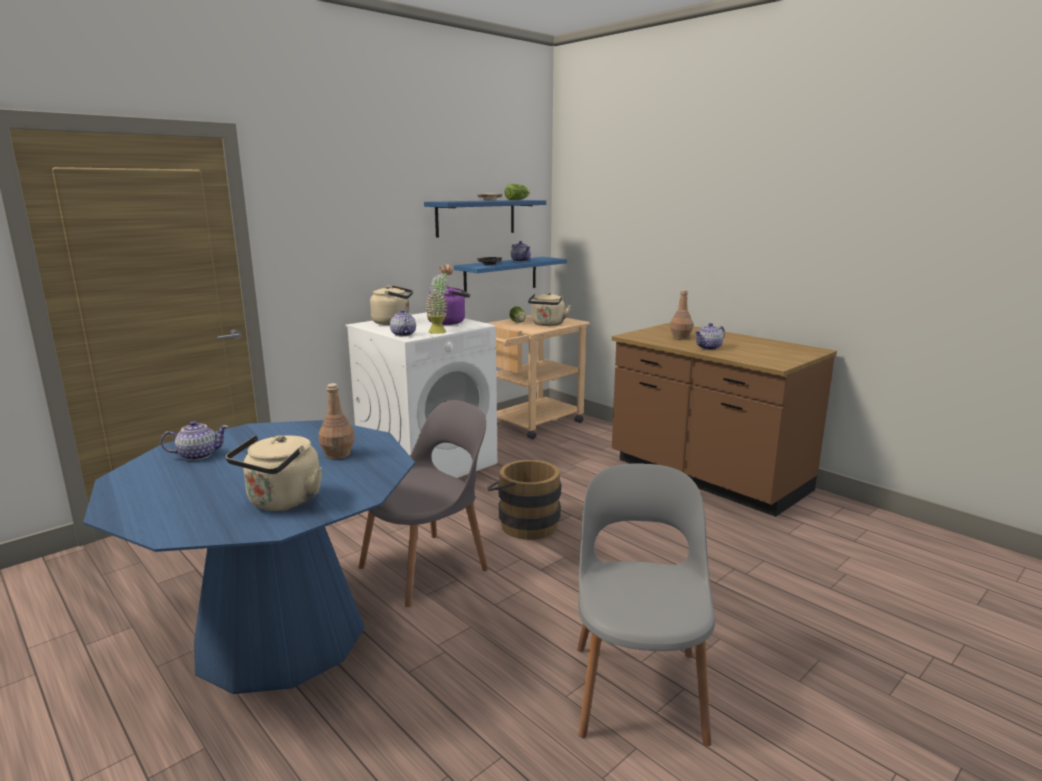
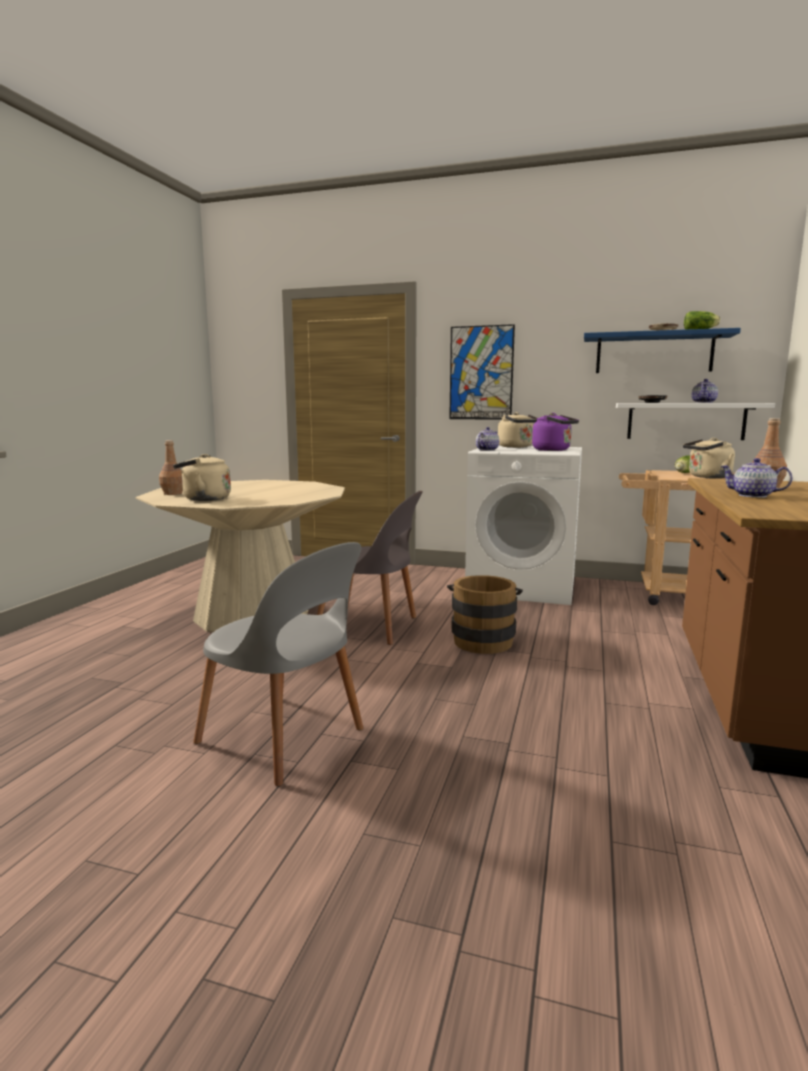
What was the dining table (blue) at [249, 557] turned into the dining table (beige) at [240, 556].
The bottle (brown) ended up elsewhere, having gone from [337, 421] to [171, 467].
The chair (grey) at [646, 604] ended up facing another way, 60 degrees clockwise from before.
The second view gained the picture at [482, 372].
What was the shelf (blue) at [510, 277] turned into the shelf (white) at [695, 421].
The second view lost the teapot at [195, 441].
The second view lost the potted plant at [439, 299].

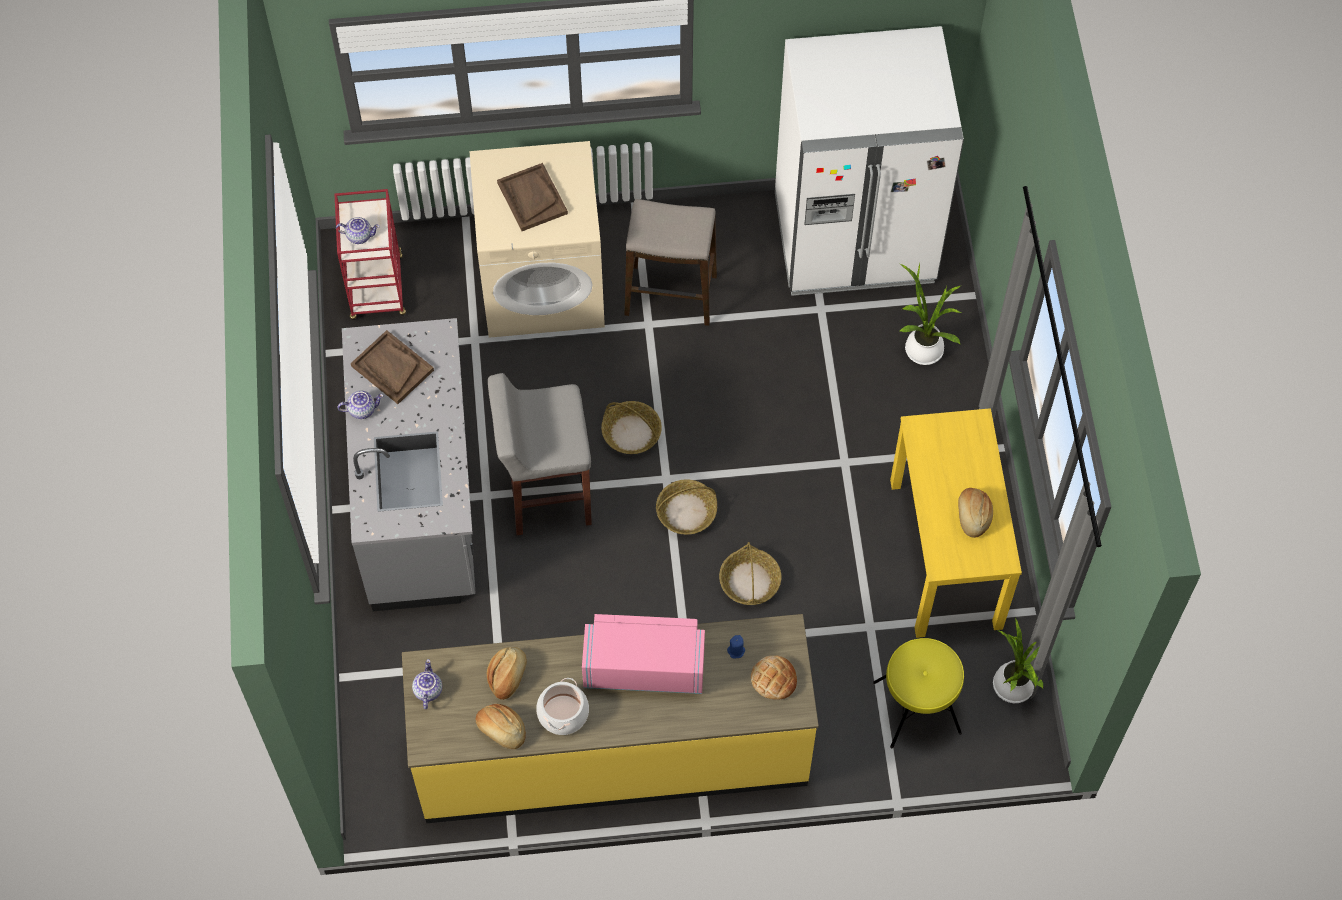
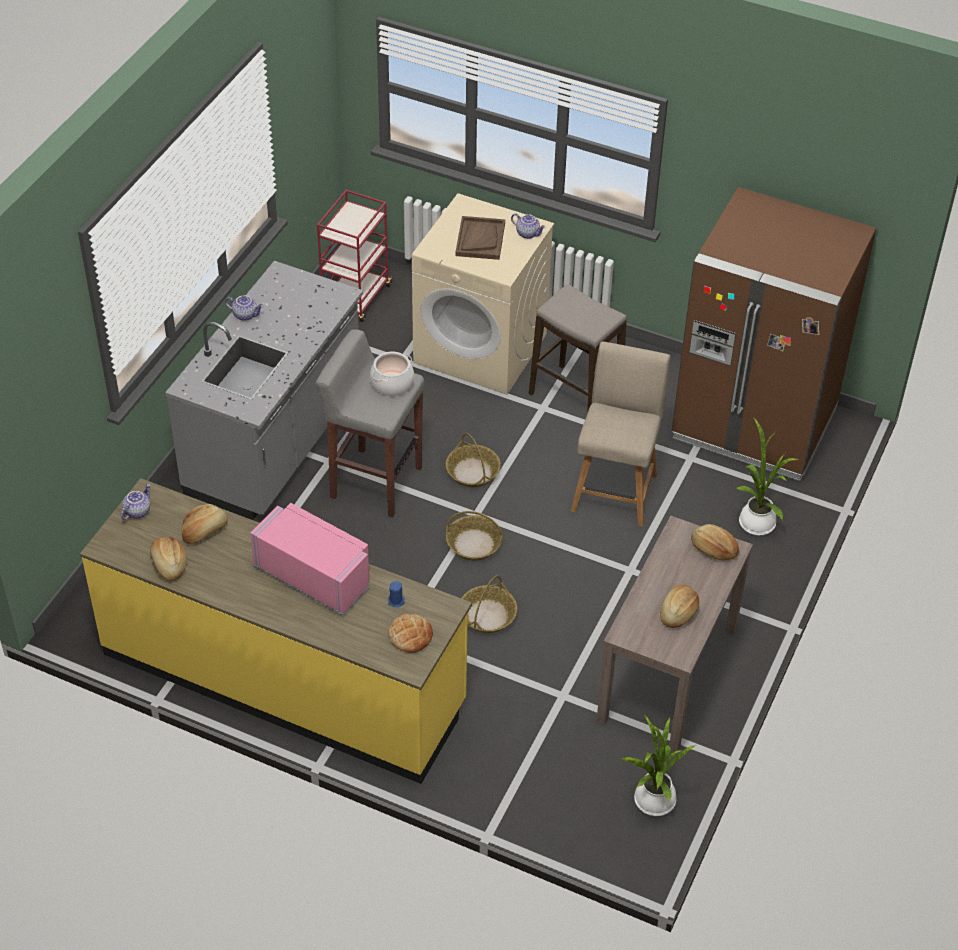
The cooking pot ended up elsewhere, having gone from [562, 706] to [392, 374].
The teapot ended up elsewhere, having gone from [358, 230] to [528, 226].
The second view gained the chair (beige) at [621, 434].
What was the console table (yellow) at [956, 523] turned into the console table (brown) at [674, 635].
What was the fridge (white) at [869, 161] turned into the fridge (brown) at [773, 334].
The second view gained the bread at [715, 542].
The second view lost the tray (brown) at [392, 367].
The second view lost the stool (yellow) at [918, 693].

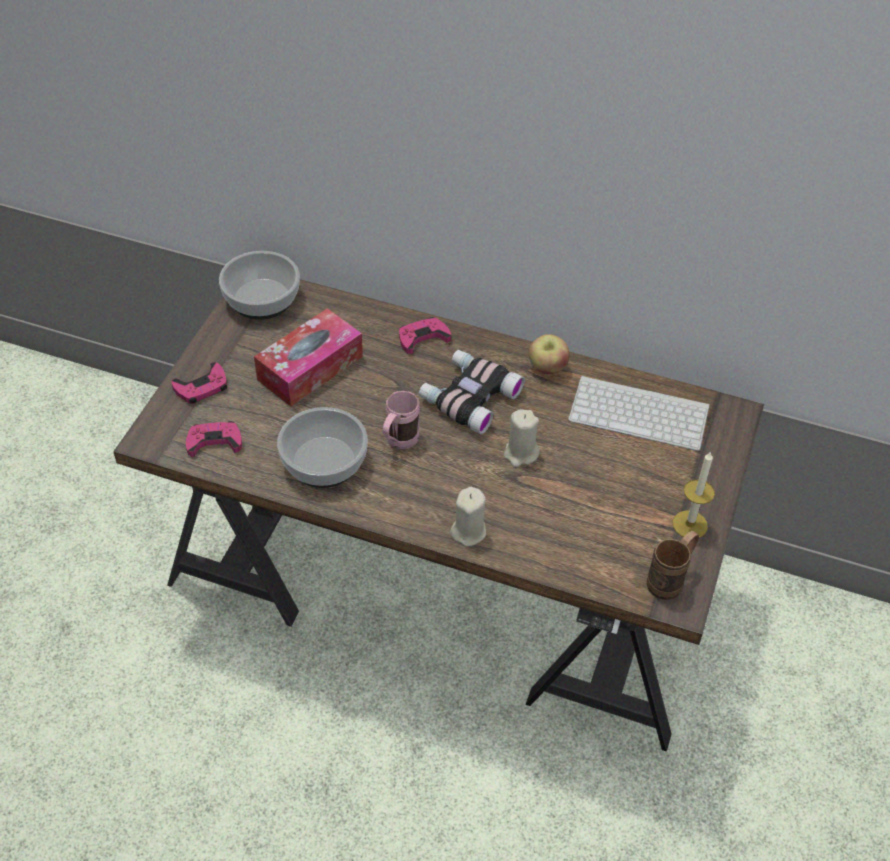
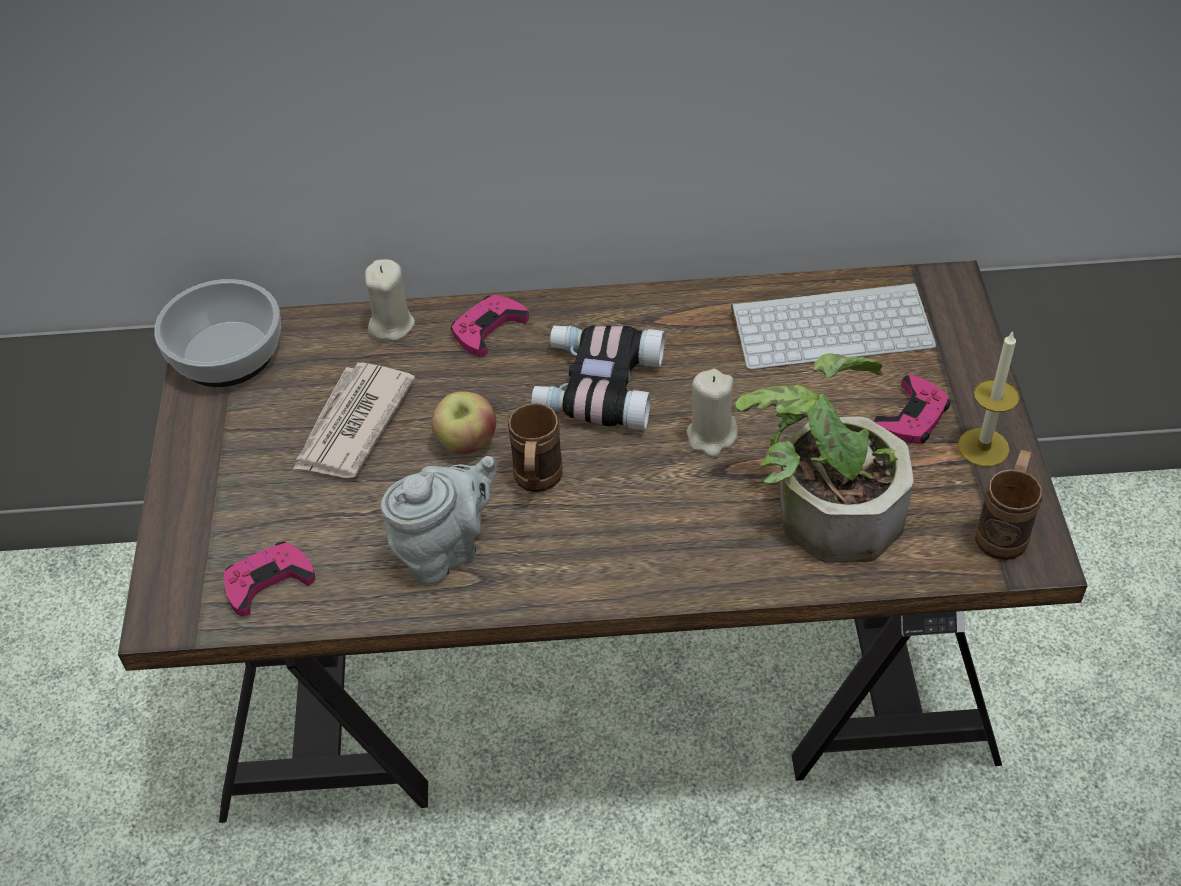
Where the tissue box stood at [308, 357], the newspaper came to stand at [354, 420].
The candle (beige) ended up elsewhere, having gone from [468, 517] to [390, 300].
Where the bowl stood at [322, 447], the teapot (grey) came to stand at [438, 520].
The apple ended up elsewhere, having gone from [549, 354] to [463, 422].
What was the mug (pink) at [401, 420] turned into the mug (brown) at [535, 447].
The second view gained the potted plant at [824, 458].
The game controller (pink) ended up elsewhere, having gone from [199, 383] to [912, 409].

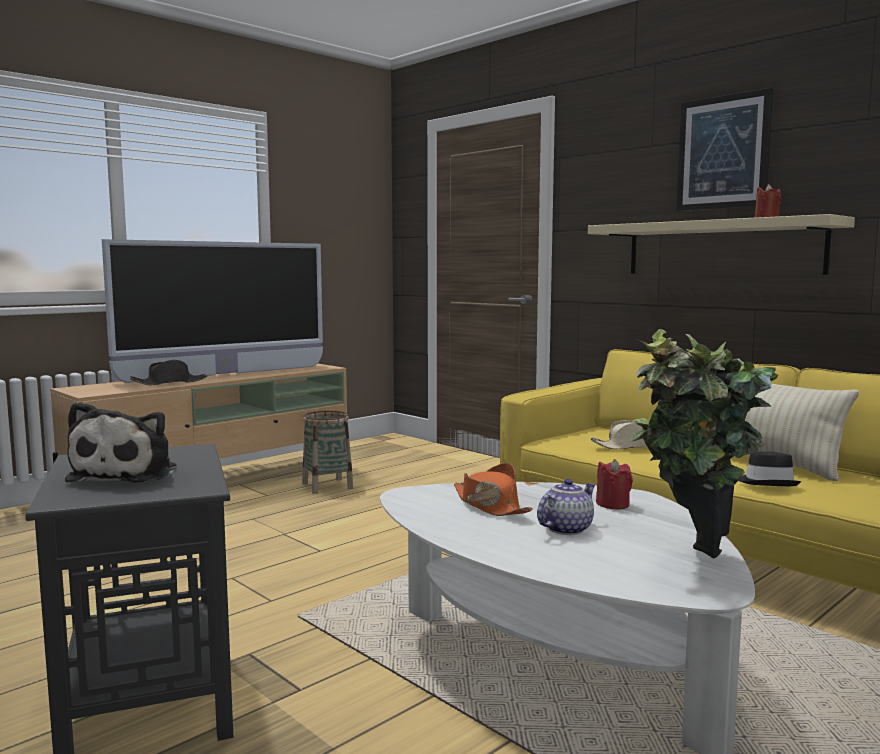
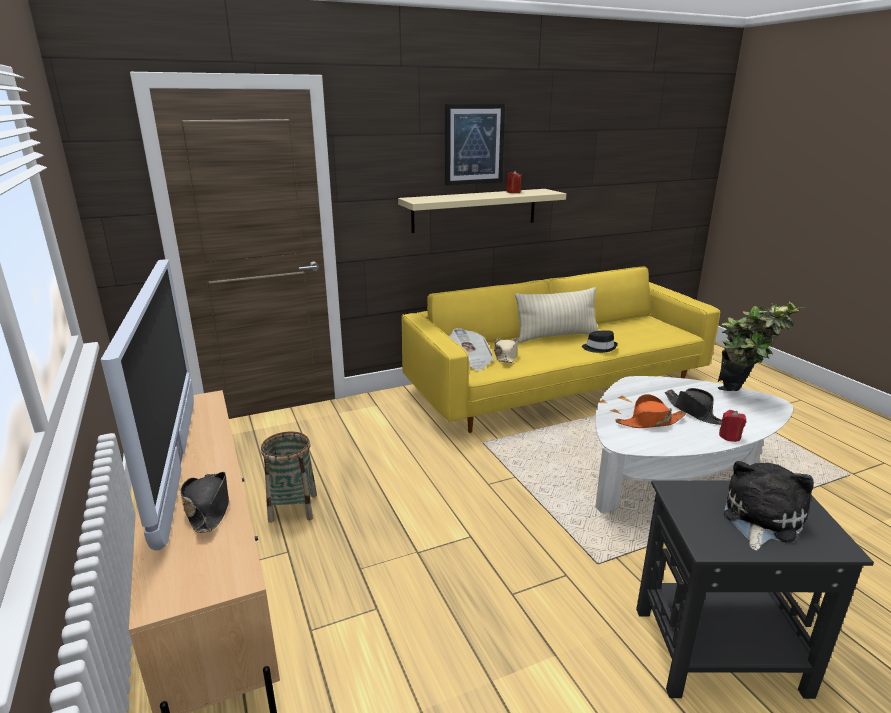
The second view gained the newspaper at [472, 349].
Where the teapot stood at [566, 507], the hat (black) came to stand at [693, 406].
The candle (red) ended up elsewhere, having gone from [614, 484] to [732, 426].
The plush toy at [121, 442] ended up facing another way, 75 degrees counterclockwise from before.

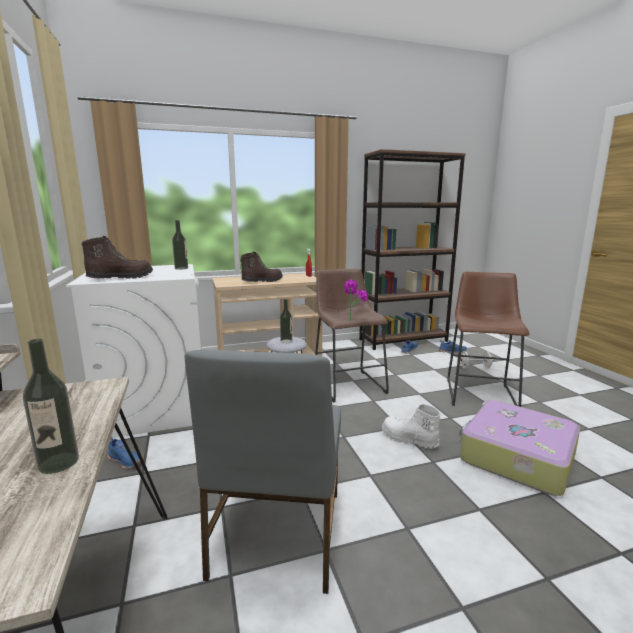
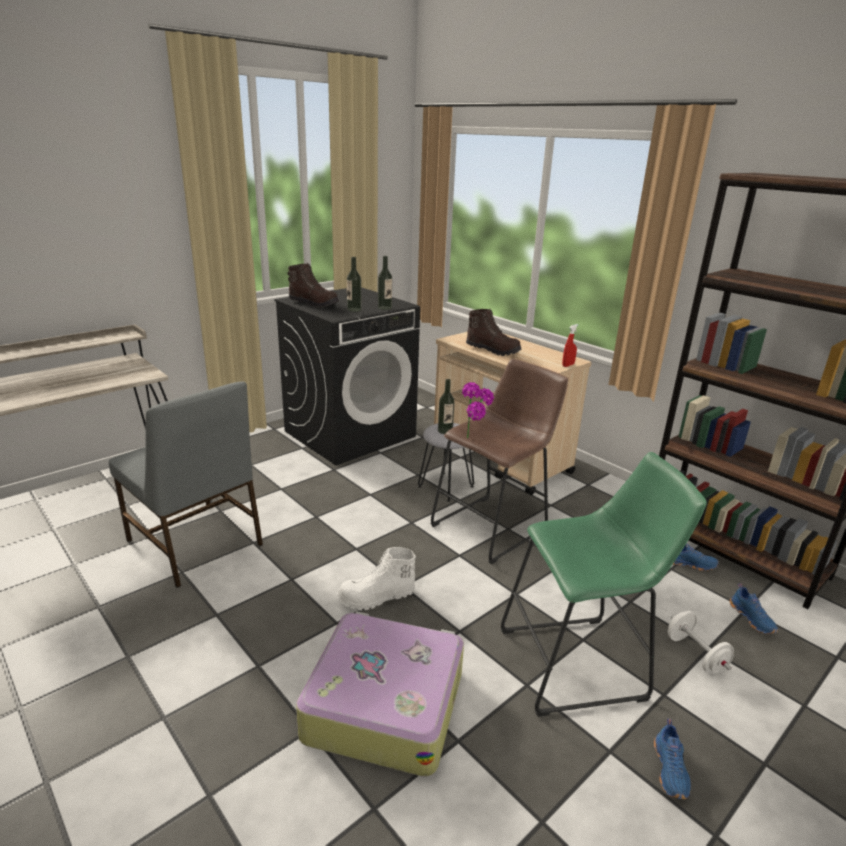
The chair (grey) at [263, 472] ended up facing another way, 120 degrees counterclockwise from before.
What was the washing machine (white) at [133, 351] turned into the washing machine (black) at [347, 376].
The boot (white) at [411, 426] ended up facing another way, 120 degrees counterclockwise from before.
The bottle ended up elsewhere, having gone from [51, 406] to [354, 284].
What was the stool (brown) at [488, 339] turned into the stool (green) at [604, 584].
The shoe (blue) ended up elsewhere, having gone from [124, 453] to [672, 759].

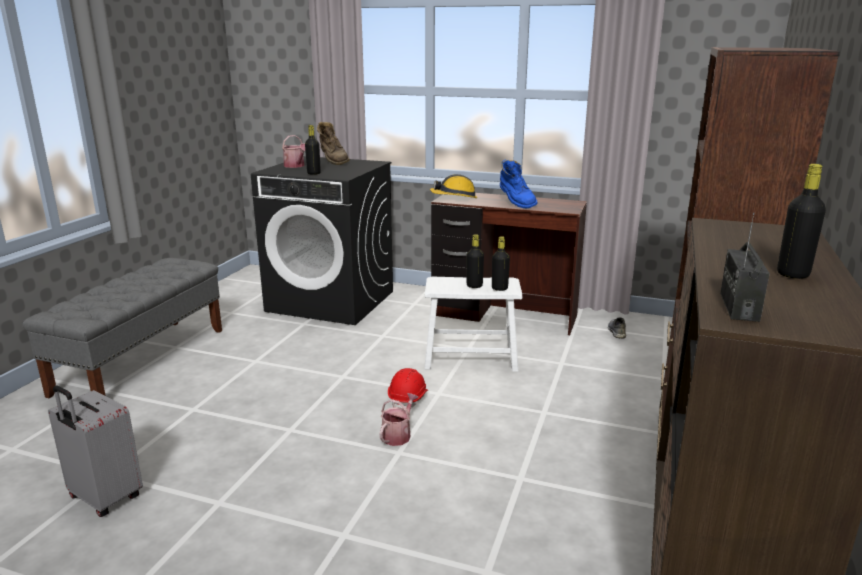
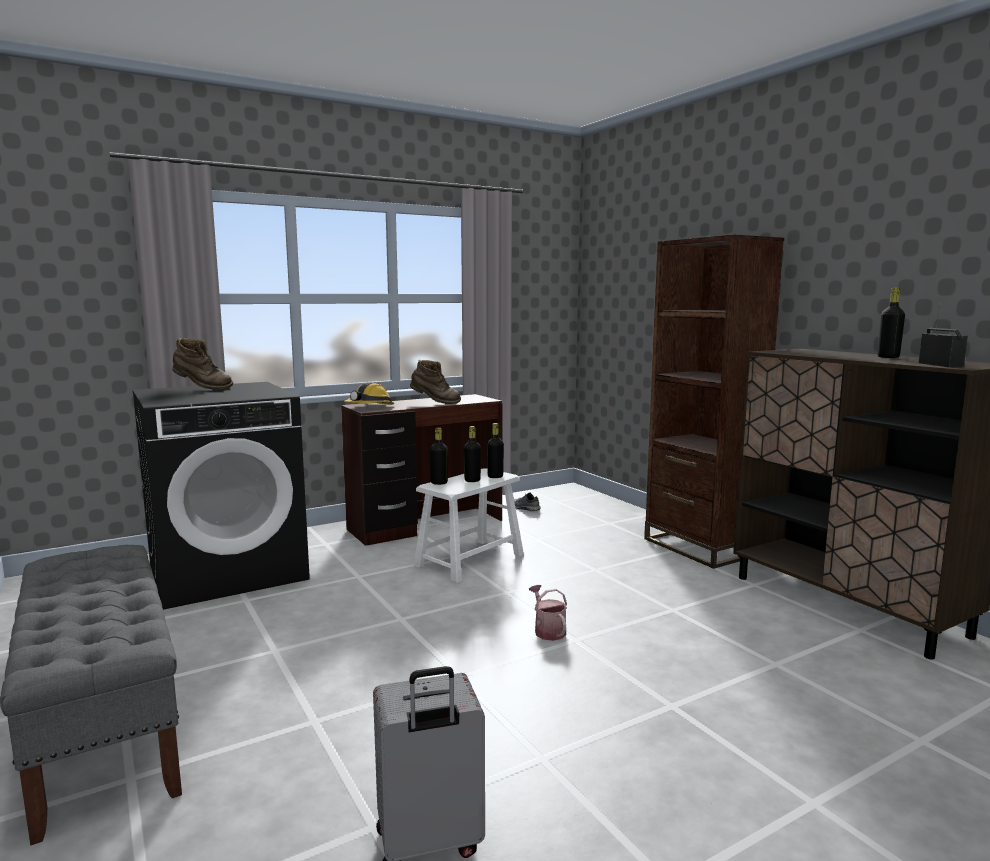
What was the boot (blue) at [519, 184] turned into the boot (brown) at [435, 382].
The bottle (black) ended up elsewhere, having gone from [313, 150] to [439, 456].
The radio at [745, 267] ended up facing another way, 150 degrees counterclockwise from before.
The second view lost the watering can at [293, 151].
The second view lost the hard hat (red) at [408, 388].

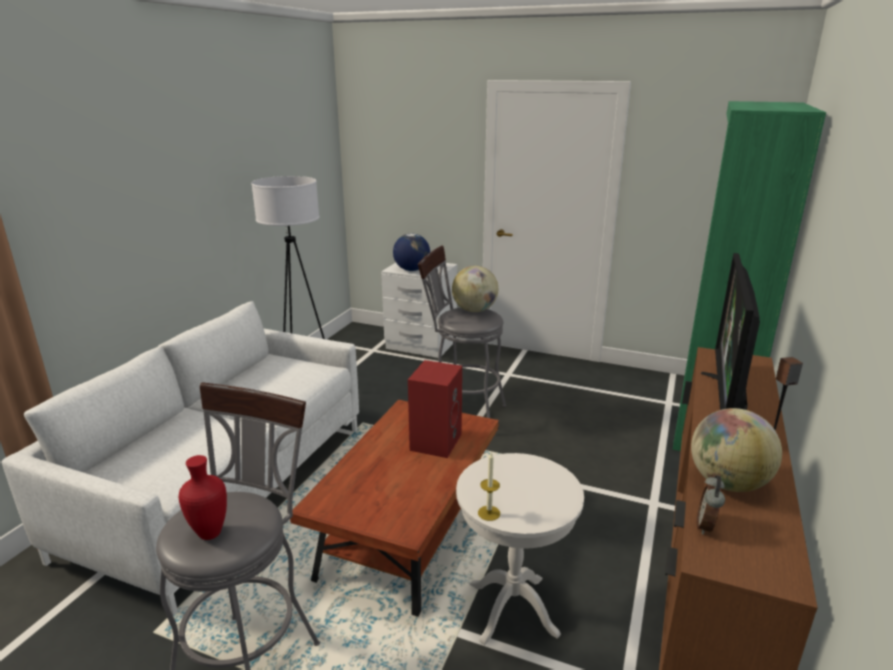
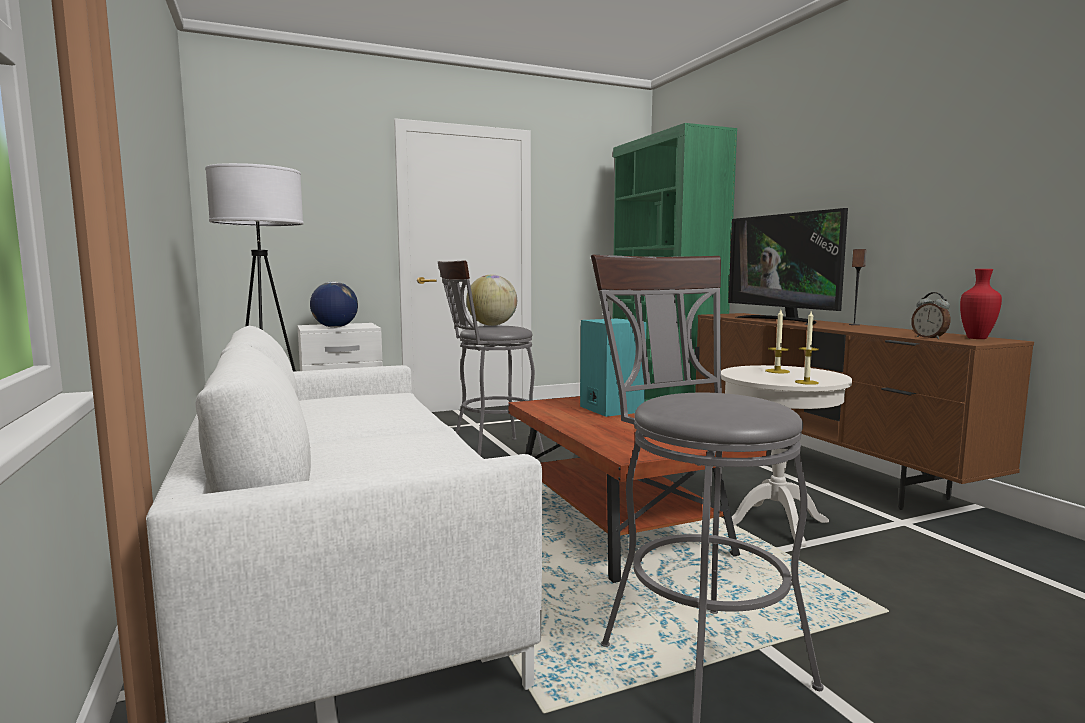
What was the speaker (red) at [435, 409] turned into the speaker (turquoise) at [613, 367].
The second view gained the candle at [777, 341].
The vase (red) ended up elsewhere, having gone from [203, 497] to [981, 304].
The second view lost the globe at [736, 450].

